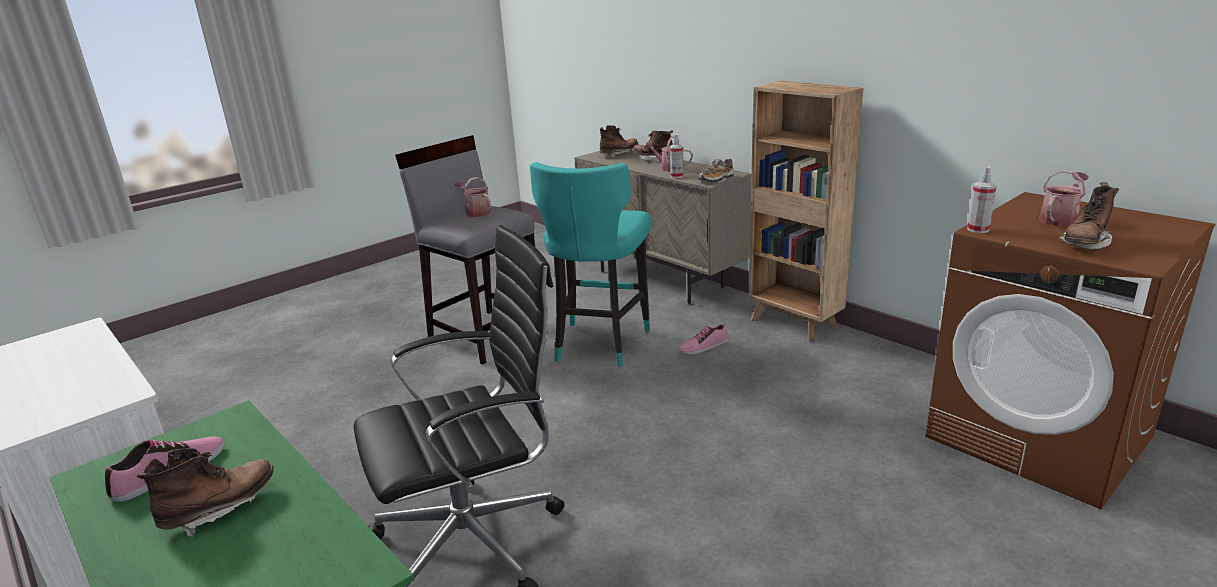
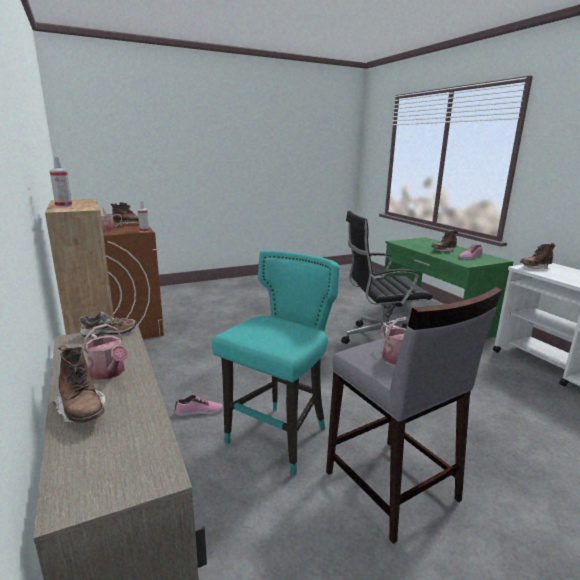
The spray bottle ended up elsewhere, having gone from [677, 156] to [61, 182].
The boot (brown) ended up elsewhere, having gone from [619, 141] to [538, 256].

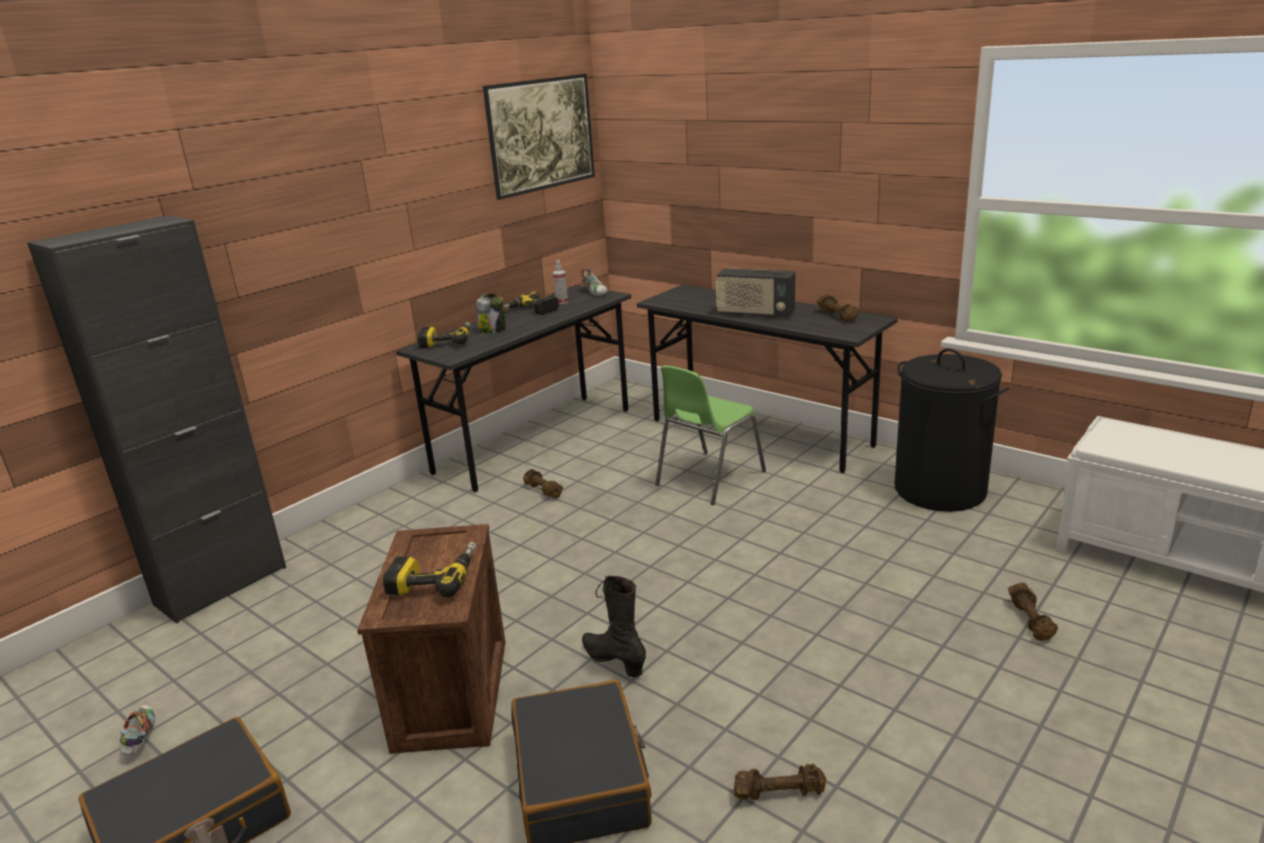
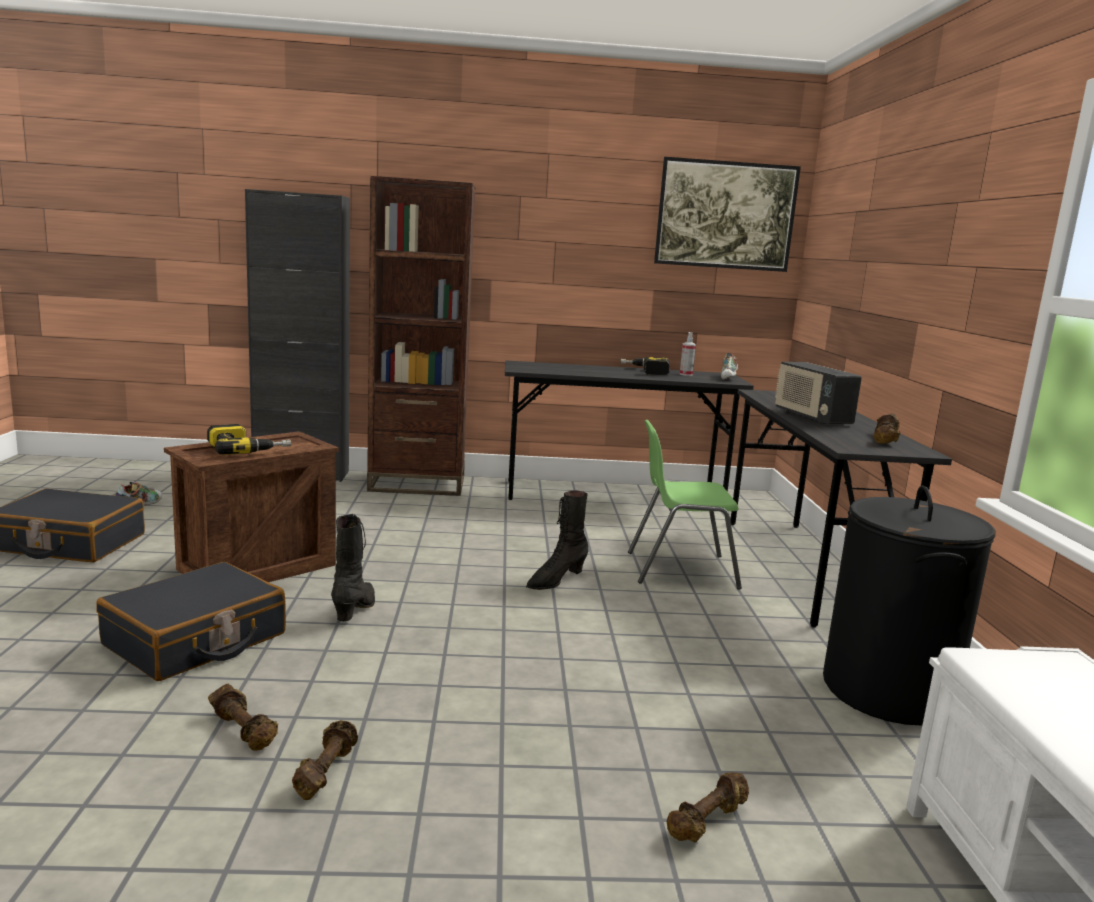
The dumbbell (brown) ended up elsewhere, having gone from [543, 483] to [325, 760].
The second view gained the bookcase (brown) at [421, 336].
The second view gained the boot (black) at [557, 540].
The second view lost the power drill at [443, 335].
The second view lost the jar at [491, 313].

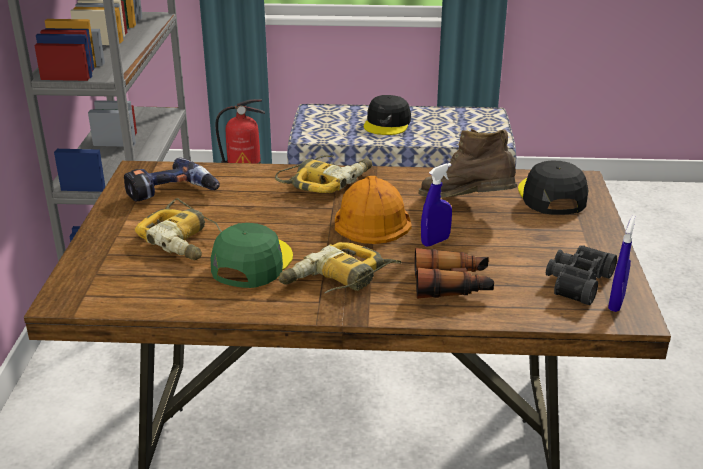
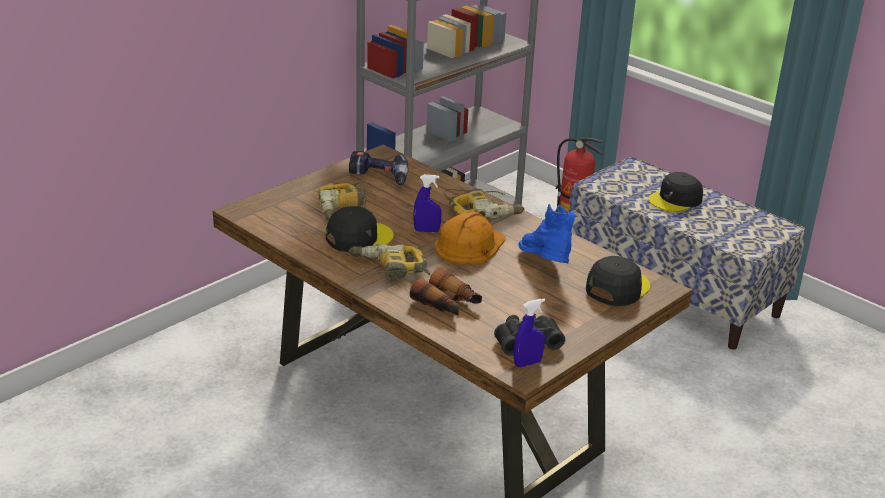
What was the cap (green) at [251, 255] turned into the cap (black) at [360, 229].
The spray bottle (blue) ended up elsewhere, having gone from [436, 204] to [428, 203].
What was the boot (brown) at [468, 163] turned into the boot (blue) at [547, 233].

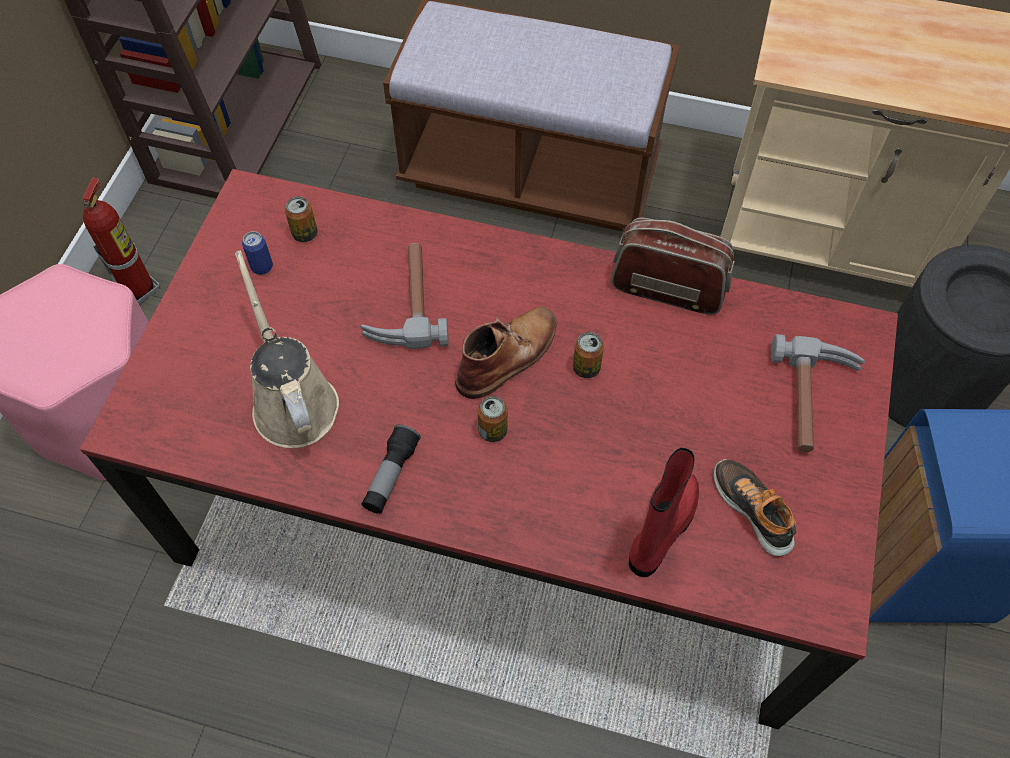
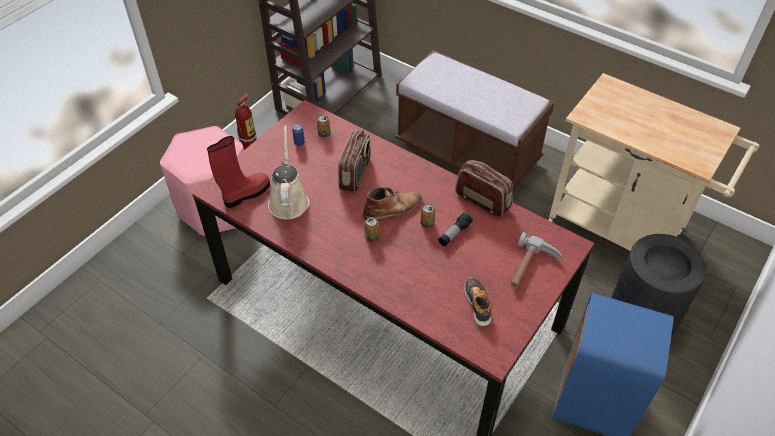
The boot (red) ended up elsewhere, having gone from [664, 512] to [238, 172].
Where the hammer stood at [404, 296], the radio came to stand at [354, 161].
The flashlight ended up elsewhere, having gone from [391, 469] to [455, 229].

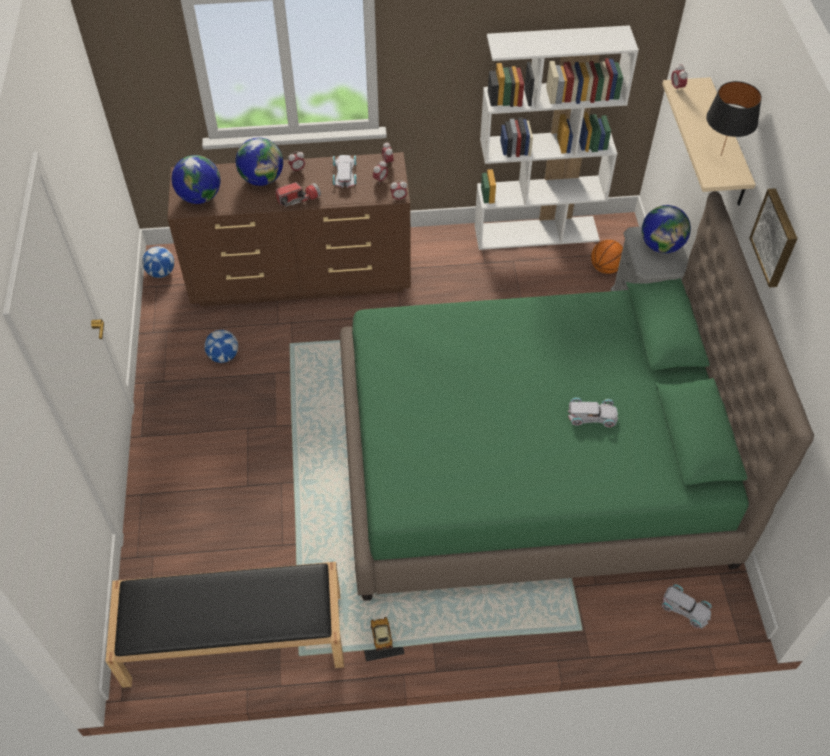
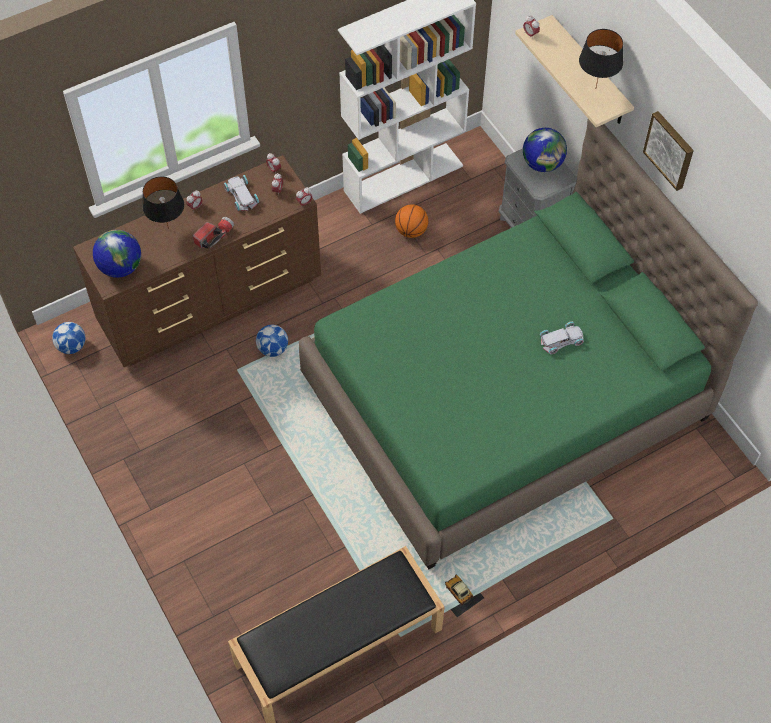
Where the globe stood at [259, 161], the table lamp (black) came to stand at [163, 203].
The football ended up elsewhere, having gone from [221, 346] to [272, 341].
The basketball ended up elsewhere, having gone from [607, 257] to [411, 221].
The second view lost the toy car (white) at [687, 606].

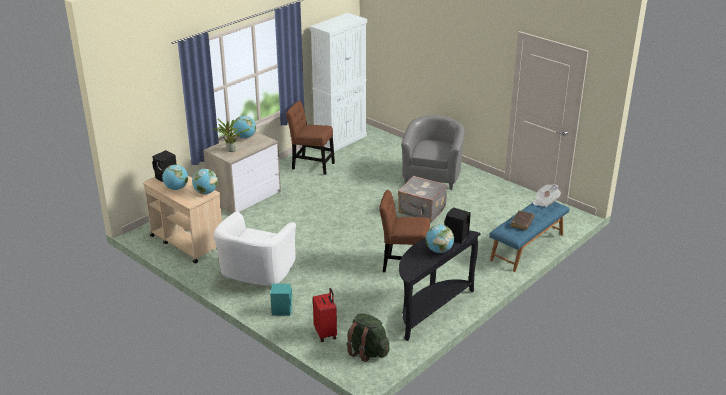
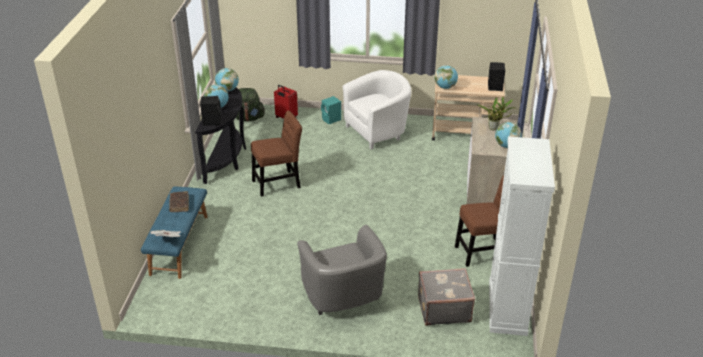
The globe ended up elsewhere, having gone from [175, 177] to [227, 80].
The armchair (white) at [254, 248] ended up facing another way, 75 degrees clockwise from before.
The suitcase (grey) ended up elsewhere, having gone from [422, 199] to [446, 297].

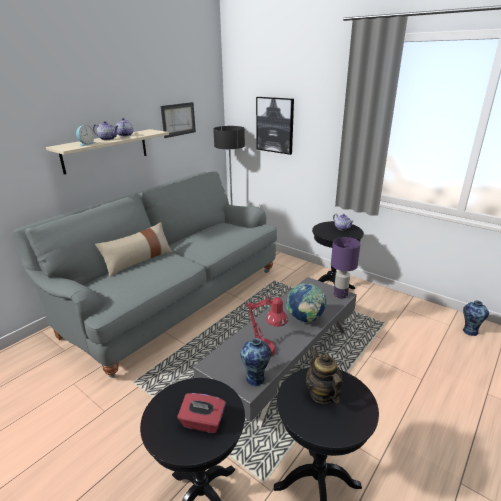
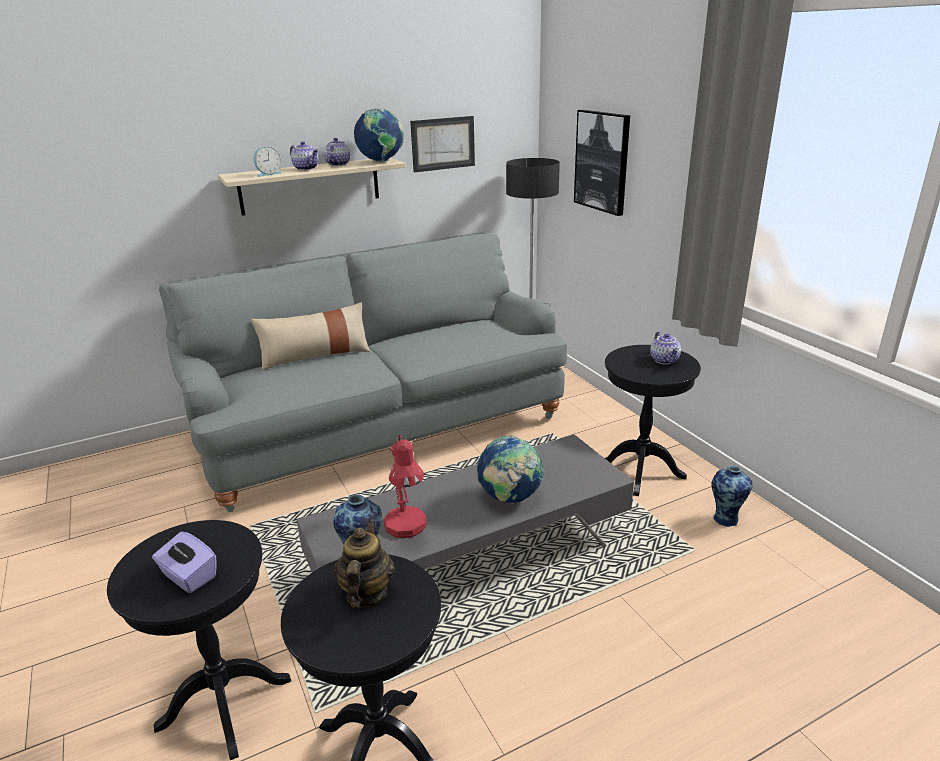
What was the tissue box (red) at [201, 413] turned into the tissue box (purple) at [184, 562].
The second view gained the globe at [379, 135].
The vase ended up elsewhere, having gone from [476, 318] to [732, 496].
The second view lost the table lamp (purple) at [345, 268].

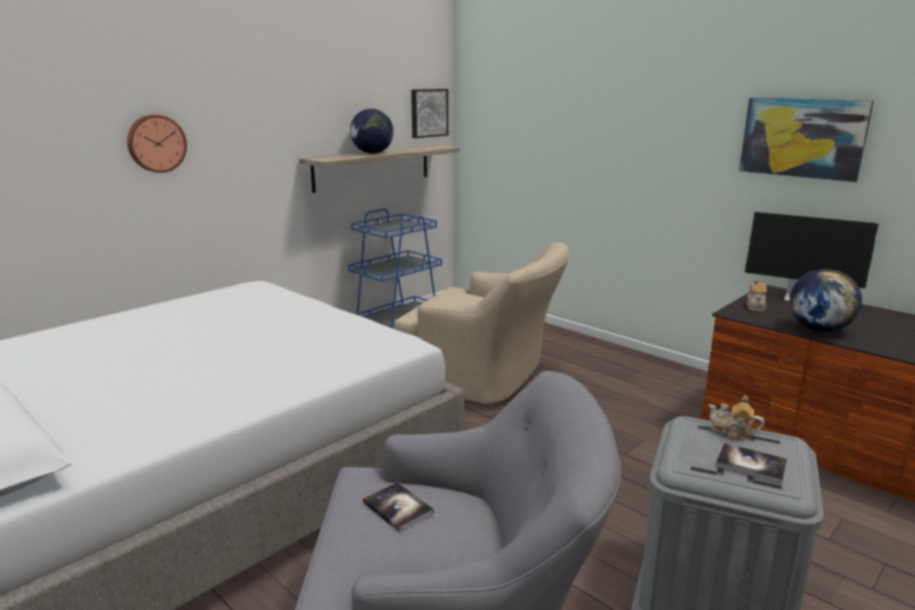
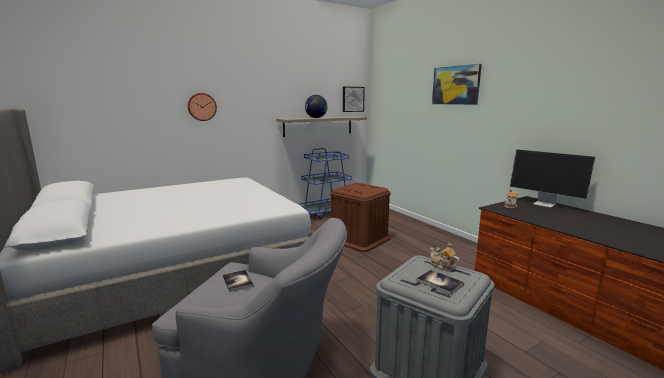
Where the armchair (beige) stood at [482, 323], the storage box (brown) came to stand at [360, 217].
The picture ended up elsewhere, having gone from [806, 140] to [457, 84].
The second view lost the globe at [826, 300].

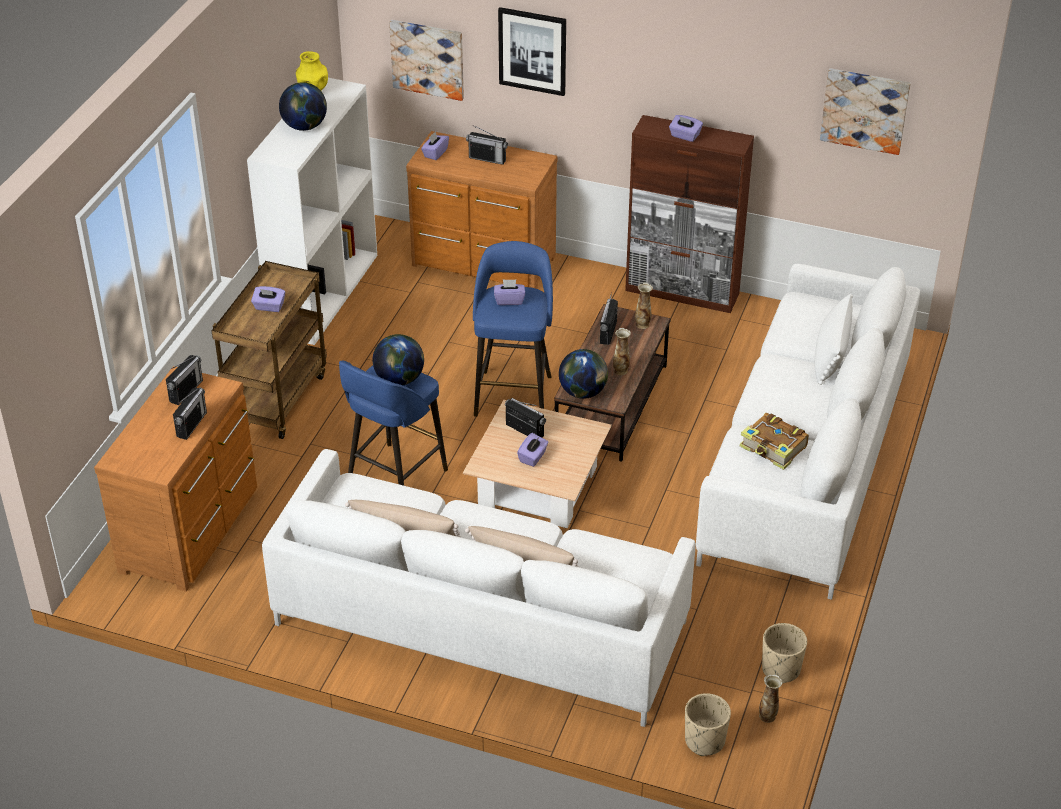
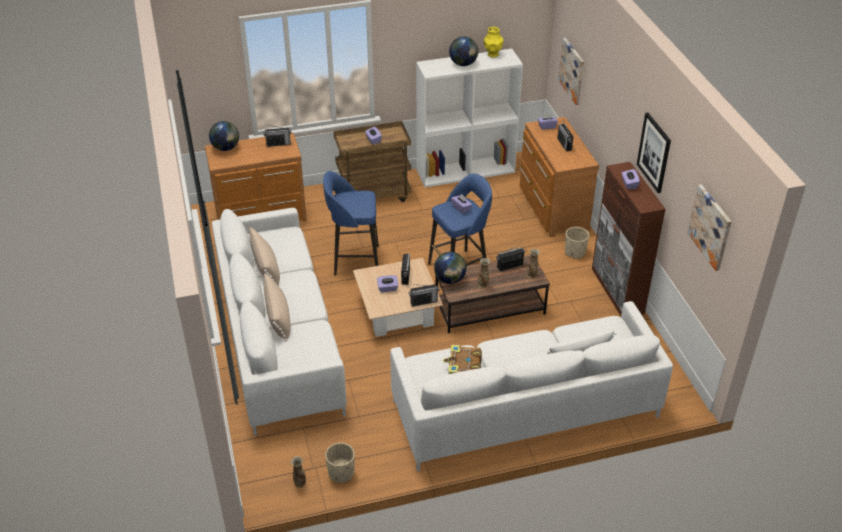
The globe ended up elsewhere, having gone from [398, 359] to [224, 136].
The radio ended up elsewhere, having gone from [190, 413] to [424, 295].
The planter (beige) ended up elsewhere, having gone from [708, 724] to [577, 243].
The picture ended up elsewhere, having gone from [532, 51] to [654, 152].

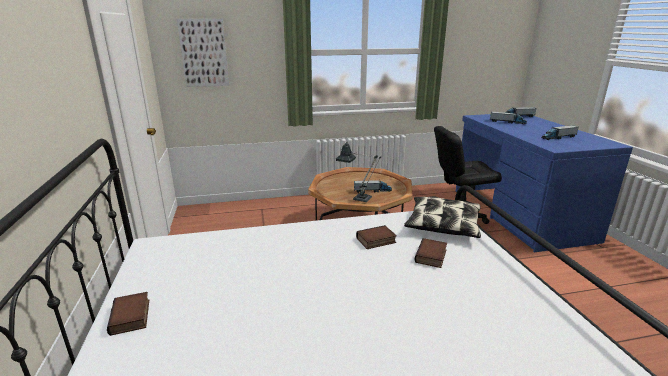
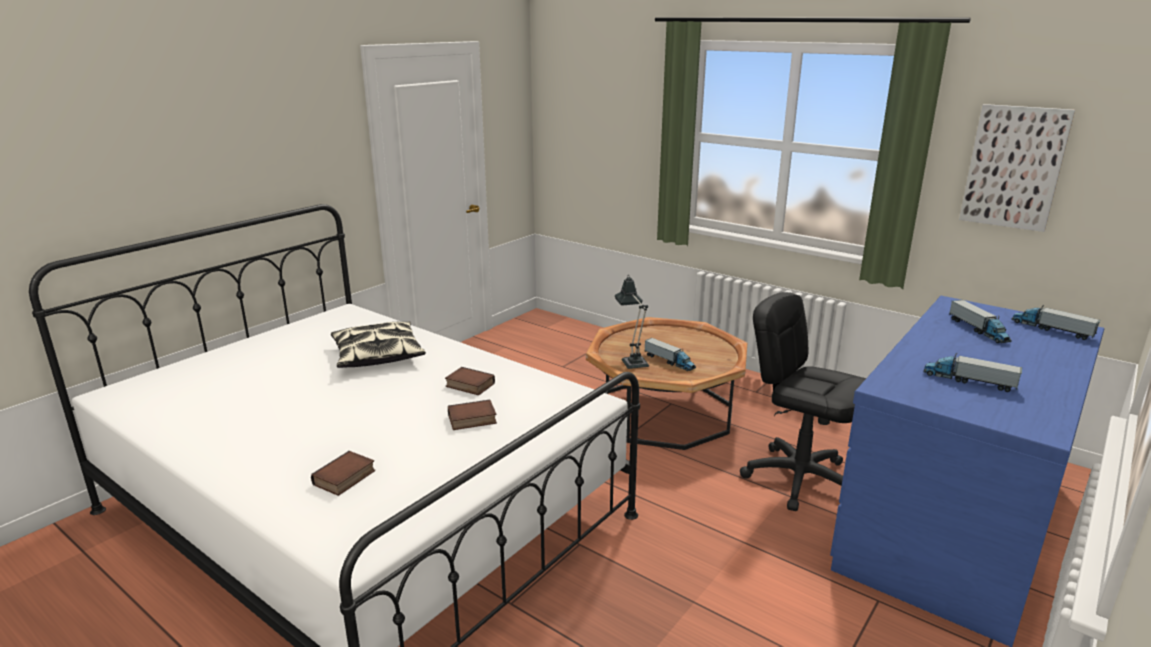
The book ended up elsewhere, having gone from [128, 314] to [343, 473].
The pillow ended up elsewhere, having gone from [442, 217] to [378, 345].
The picture ended up elsewhere, having gone from [203, 53] to [1017, 168].

